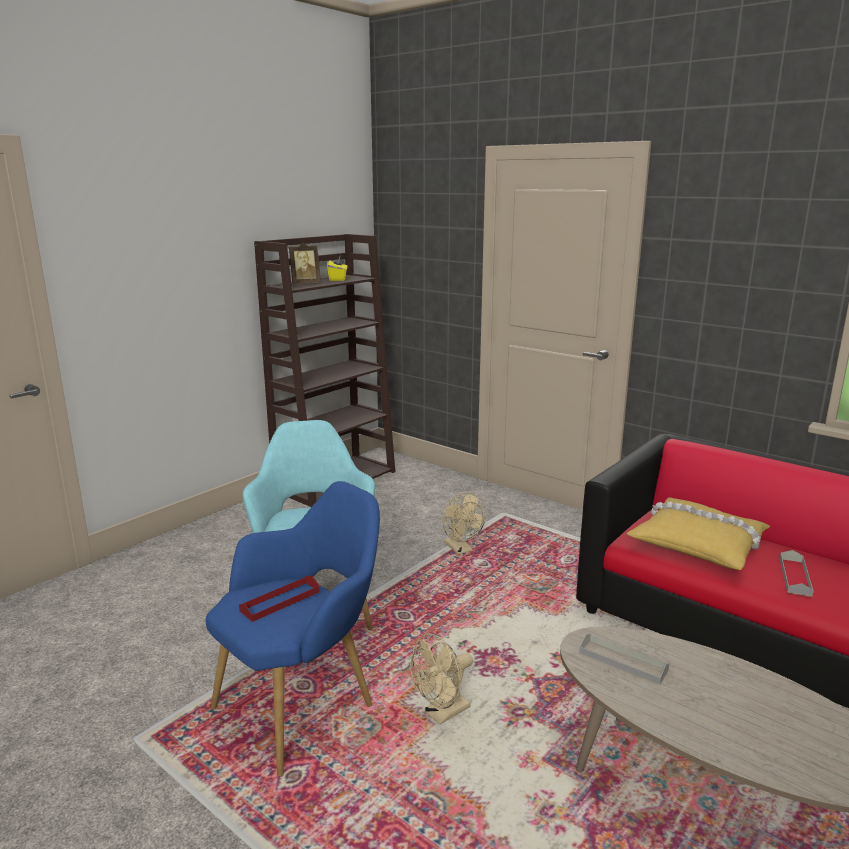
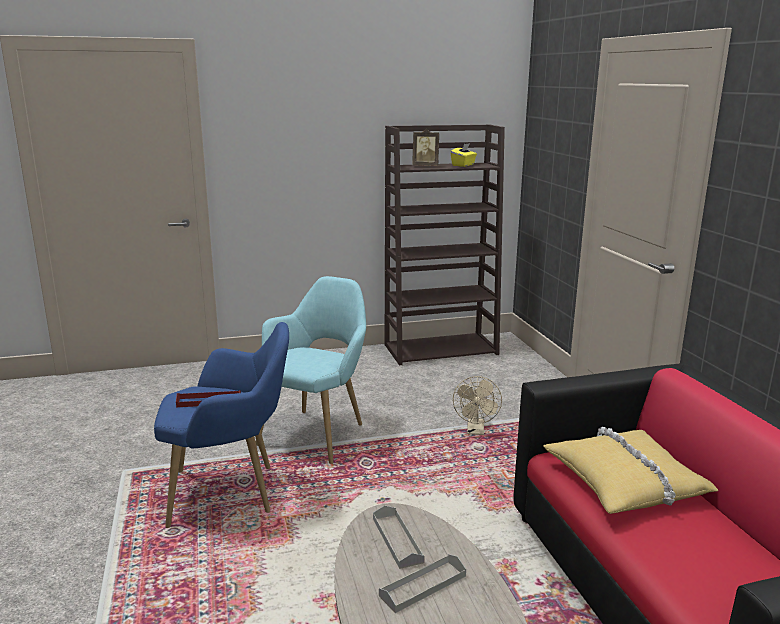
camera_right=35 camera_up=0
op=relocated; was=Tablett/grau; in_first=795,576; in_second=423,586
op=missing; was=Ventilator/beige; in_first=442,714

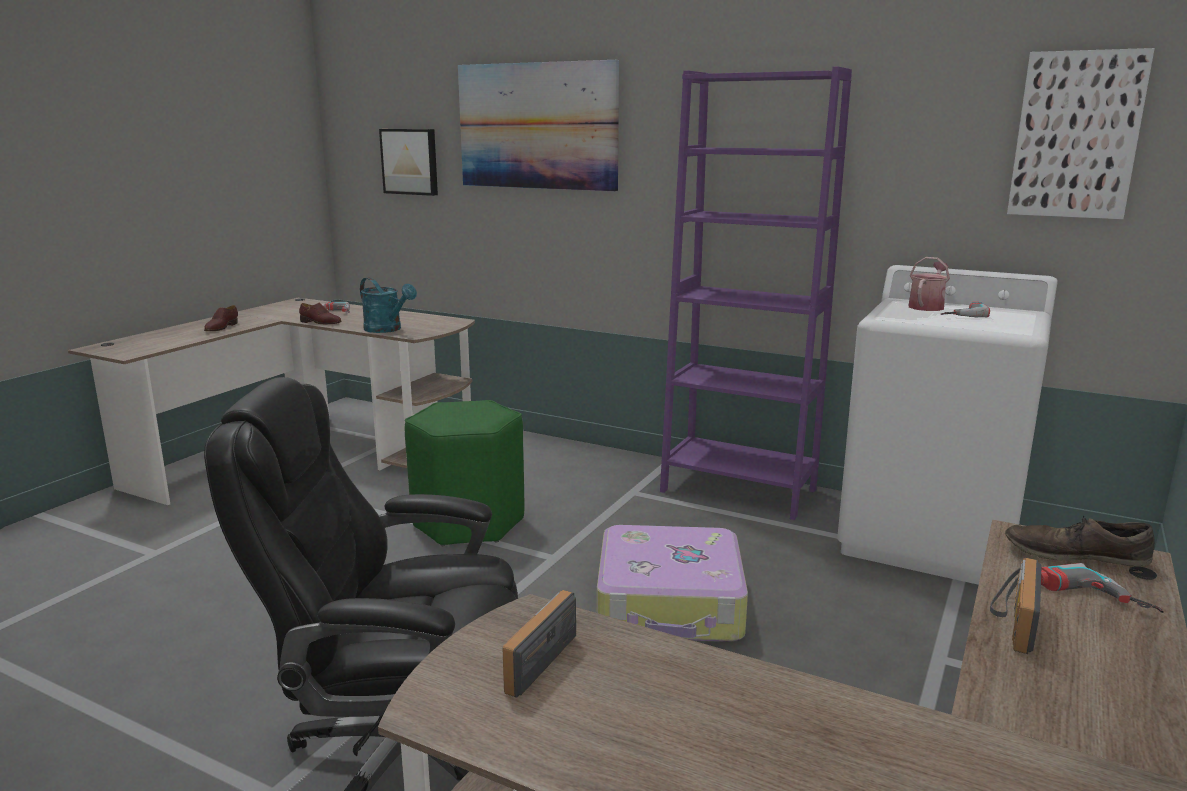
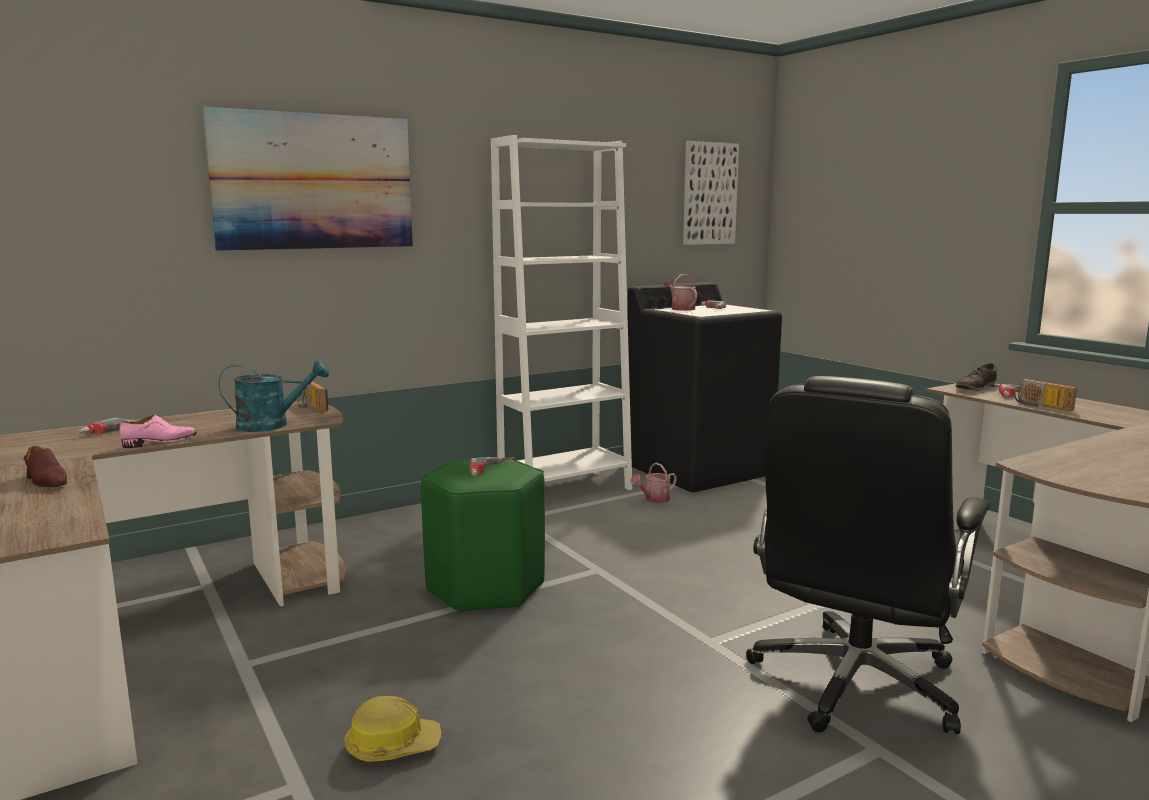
camera_right=-60 camera_up=-5
op=colour; was=Bücherregal/lila; now=Bücherregal/weiß; in_first=738,490; in_second=565,490
op=missing; was=Bild; in_first=410,161
op=colour; was=Waschmaschine/weiß; now=Waschmaschine/schwarz; in_first=930,539; in_second=698,469
op=colour; was=Schuh/braun; now=Schuh/rosa; in_first=320,323; in_second=160,442
op=missing; was=Koffer; in_first=671,605
op=relocated; was=Radio; in_first=533,658; in_second=310,407
op=appeared; now=Bohrmaschine; in_second=493,470
op=appeared; now=Gießkanne; in_second=654,499
op=appeared; now=Schutzhelm; in_second=392,746

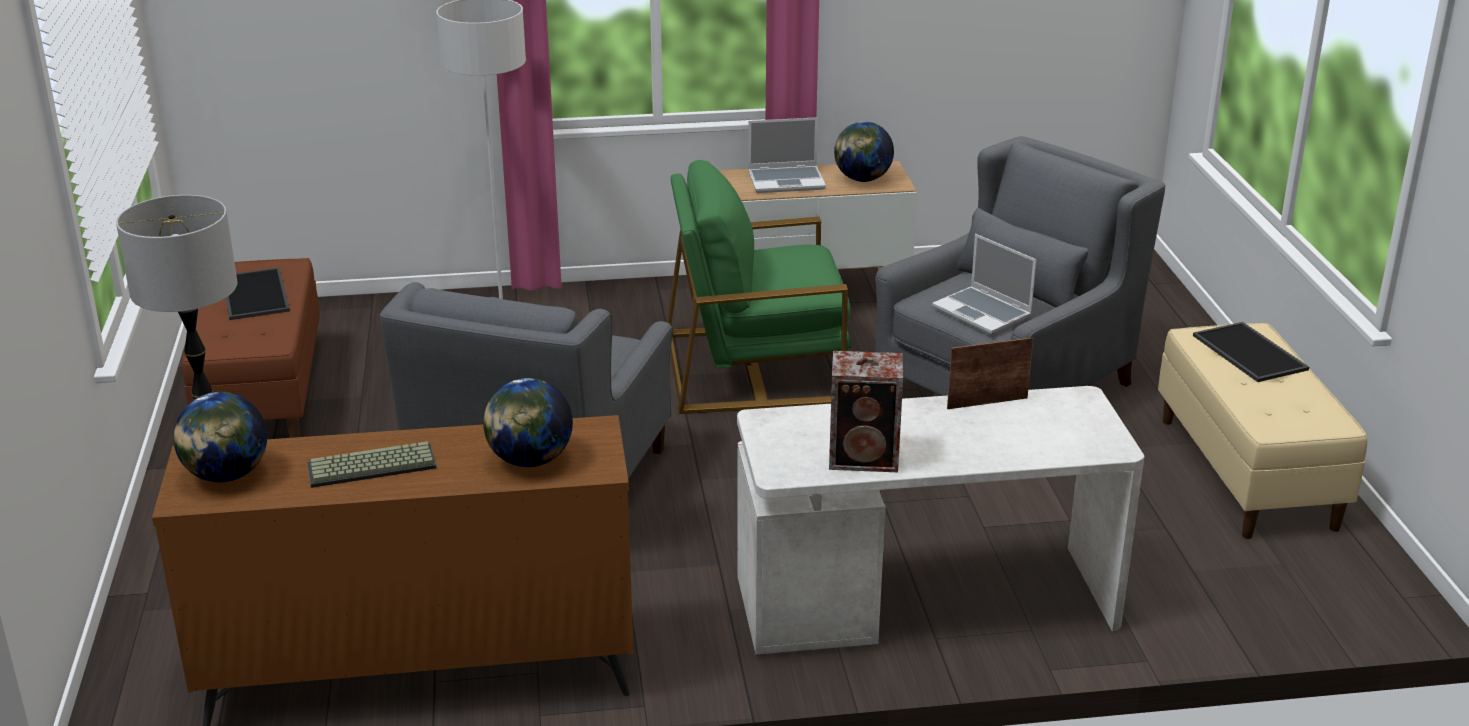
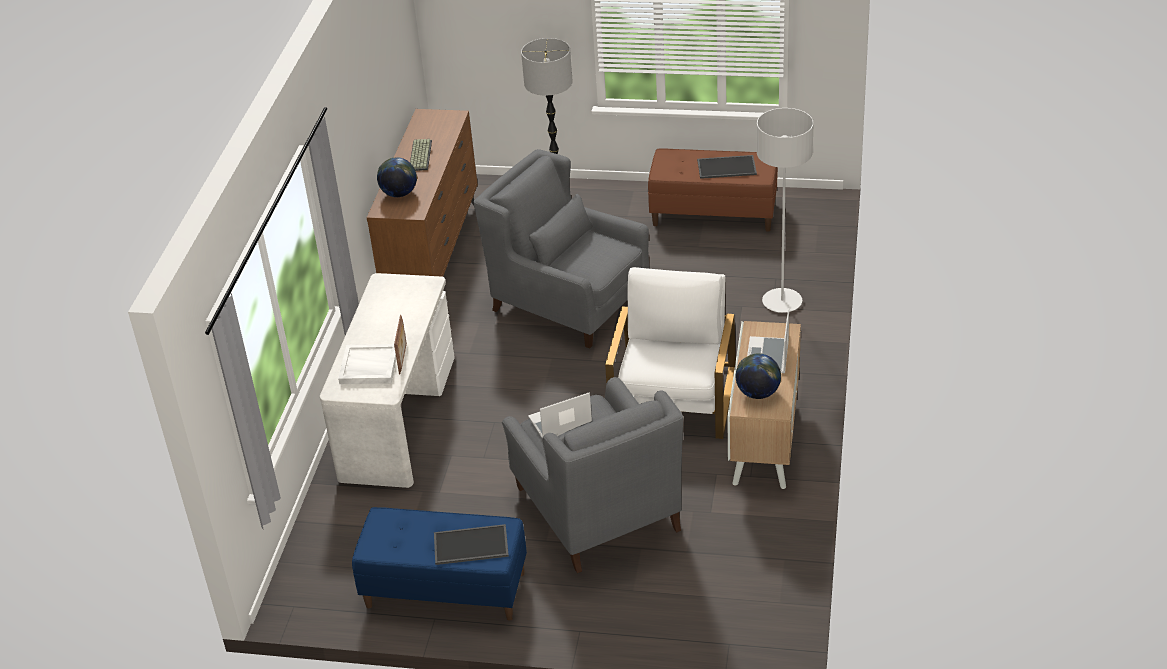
camera_right=110 camera_up=10
op=colour; was=Sessel/grün; now=Sessel/weiß; in_first=754,366; in_second=674,399
op=colour; was=Bank/beige; now=Bank/blau; in_first=1248,473; in_second=444,590
op=missing; was=Lautsprecher; in_first=866,458
op=missing; was=Globus; in_first=226,476
op=appeared; now=Tablett/weiß; in_second=368,367

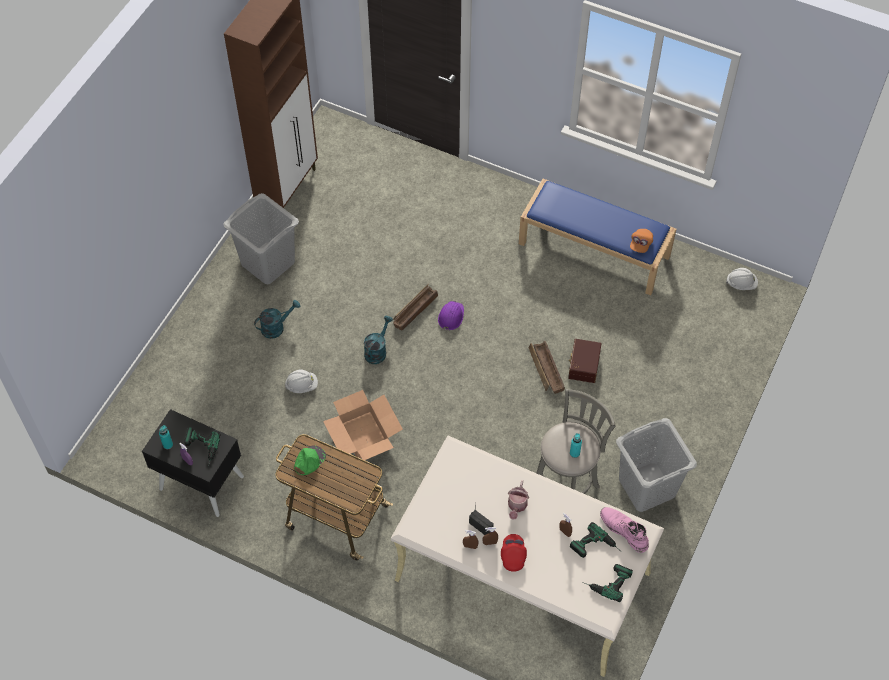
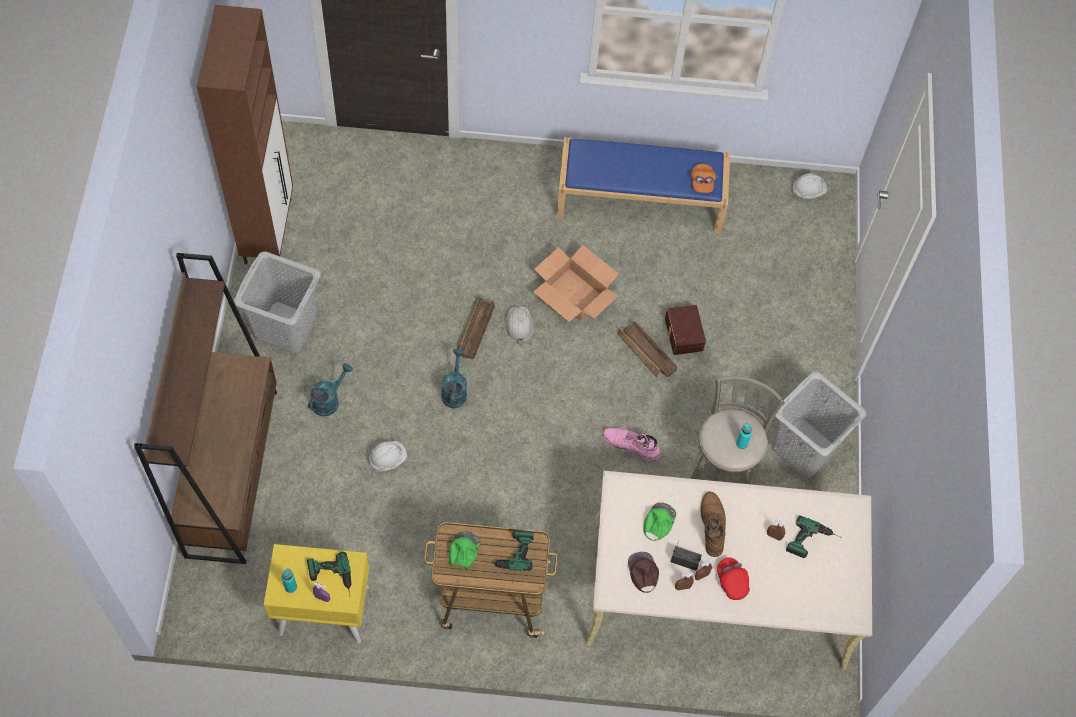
camera_right=-25 camera_up=5
op=colour; was=Schutzhelm/lila; now=Schutzhelm/weiß; in_first=451,316; in_second=518,325
op=relocated; was=Karton; in_first=364,435; in_second=574,294
op=colour; was=Nachttisch/schwarz; now=Nachttisch/gelb; in_first=201,482; in_second=323,610
op=exchanged; was=Gießkanne; now=Stiefel/braun; in_first=517,506; in_second=712,525
op=relocated; was=Stiefel/rosa; in_first=624,530; in_second=631,445
op=relocated; was=Bohrmaschine; in_first=606,580; in_second=509,552
op=appeared; now=Bücherregal/braun; in_second=232,472
op=appeared; now=Kappe/grün; in_second=658,522
op=appeared; now=Kappe/braun; in_second=643,572

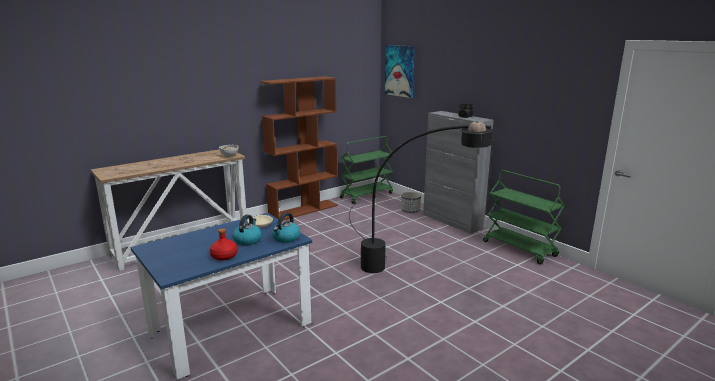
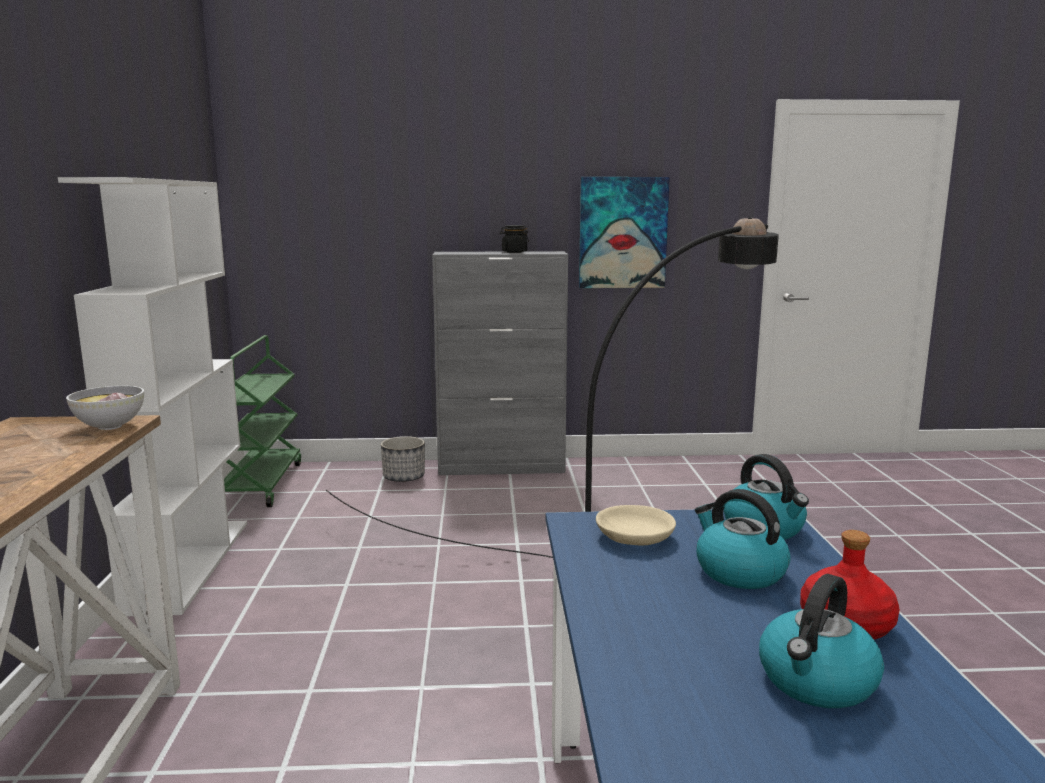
camera_right=-55 camera_up=-5
op=relocated; was=Bild; in_first=400,71; in_second=622,233
op=colour; was=Bücherregal/braun; now=Bücherregal/weiß; in_first=304,210; in_second=189,564
op=missing; was=Rollwagen/grün; in_first=520,249
op=appeared; now=Wasserkessel; in_second=817,682

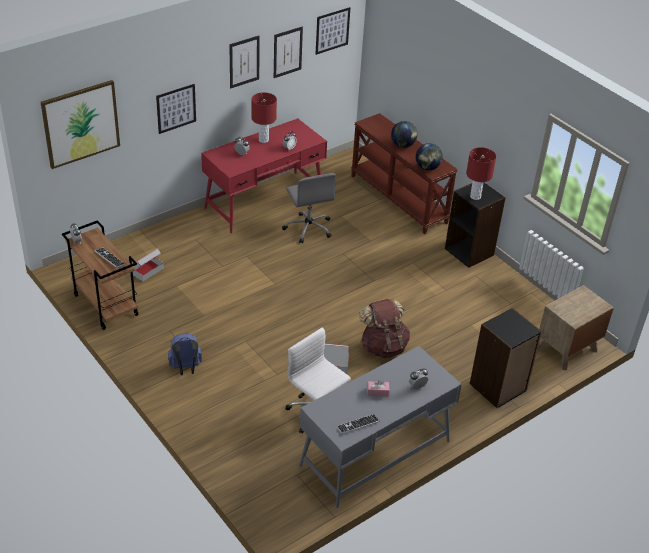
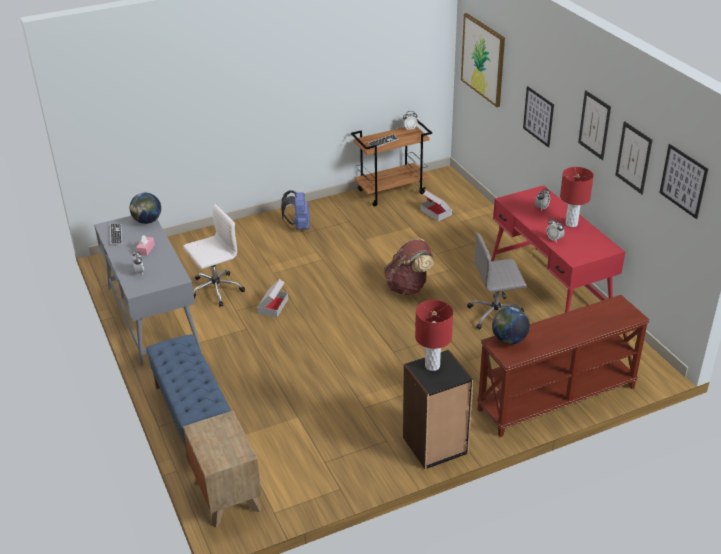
camera_right=105 camera_up=-5
op=relocated; was=Globus; in_first=403,145; in_second=147,221
op=relocated; was=Rucksack/braun; in_first=383,346; in_second=408,287
op=exchanged; was=Bücherregal/schwarz; now=Bank/blau; in_first=498,387; in_second=192,417

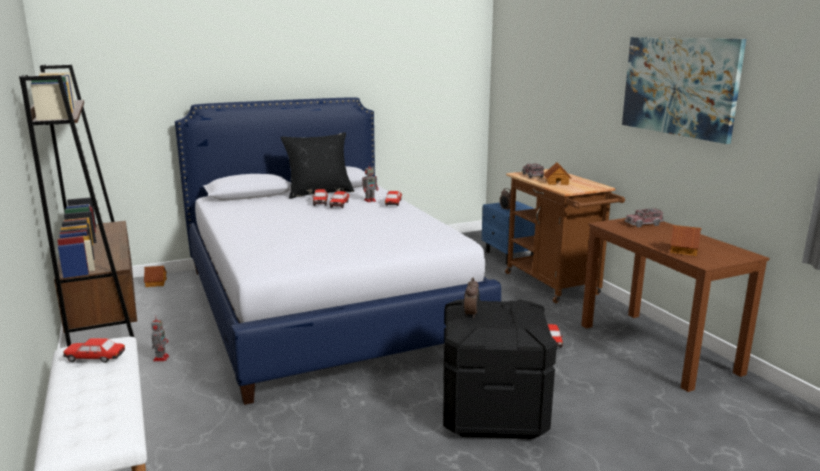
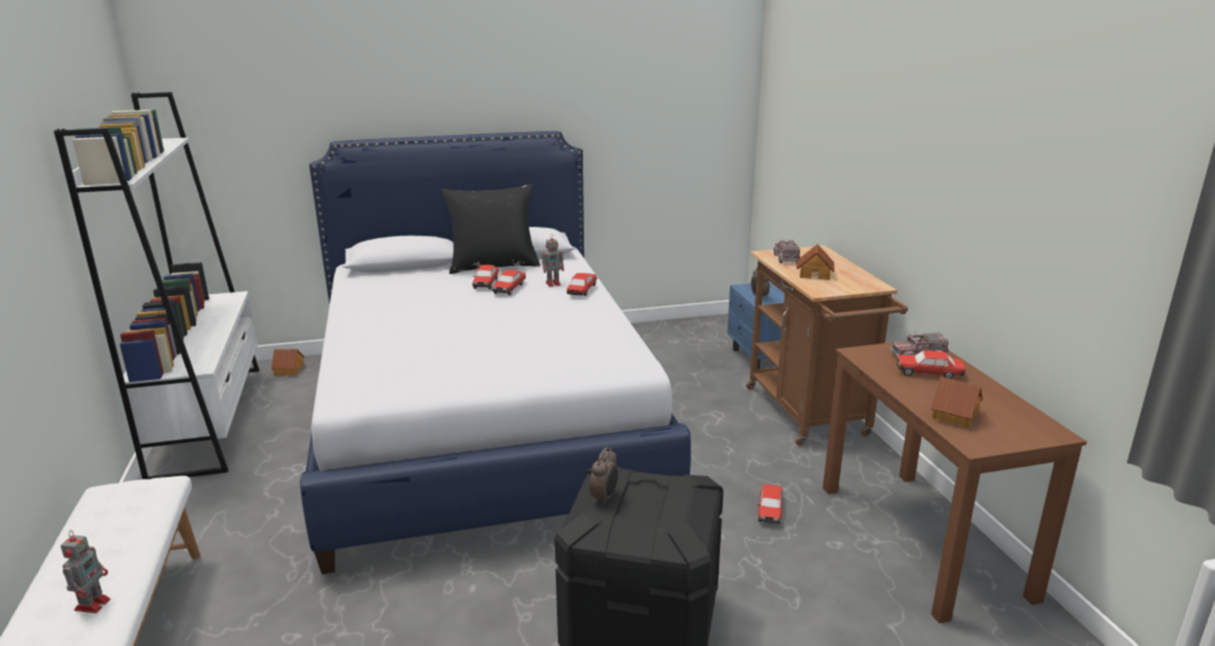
camera_right=10 camera_up=5
op=missing; was=Bild; in_first=679,86
op=colour; was=Bücherregal/braun; now=Bücherregal/weiß; in_first=105,317; in_second=209,419
op=relocated; was=Spielzeugroboter; in_first=161,358; in_second=93,603
op=relocated; was=Spielzeugauto; in_first=95,358; in_second=929,373

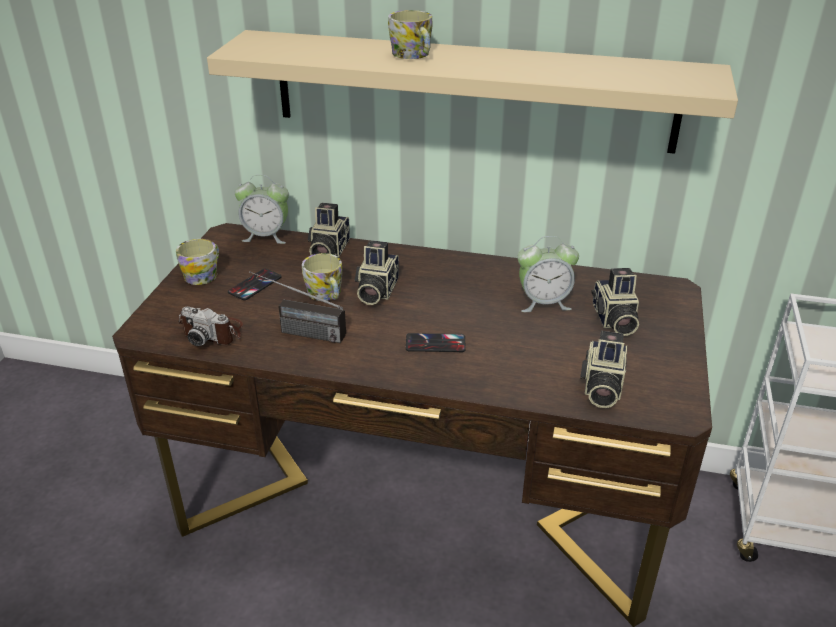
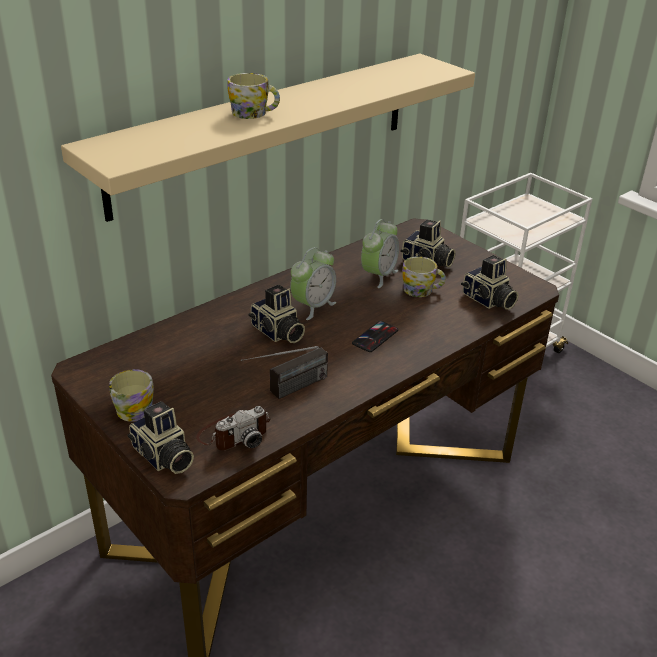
camera_right=-55 camera_up=0
op=relocated; was=Wecker; in_first=266,236; in_second=313,306
op=relocated; was=Kamera; in_first=327,250; in_second=163,457
op=relocated; was=Henkelbecher; in_first=326,295; in_second=422,290
op=missing; was=Handy; in_first=255,285

